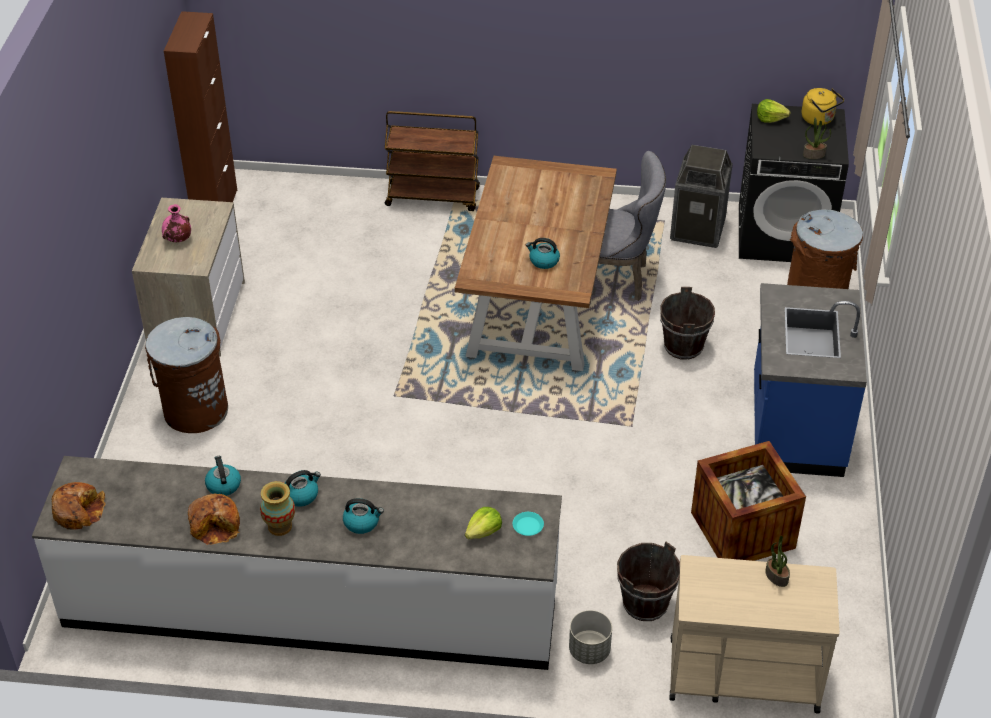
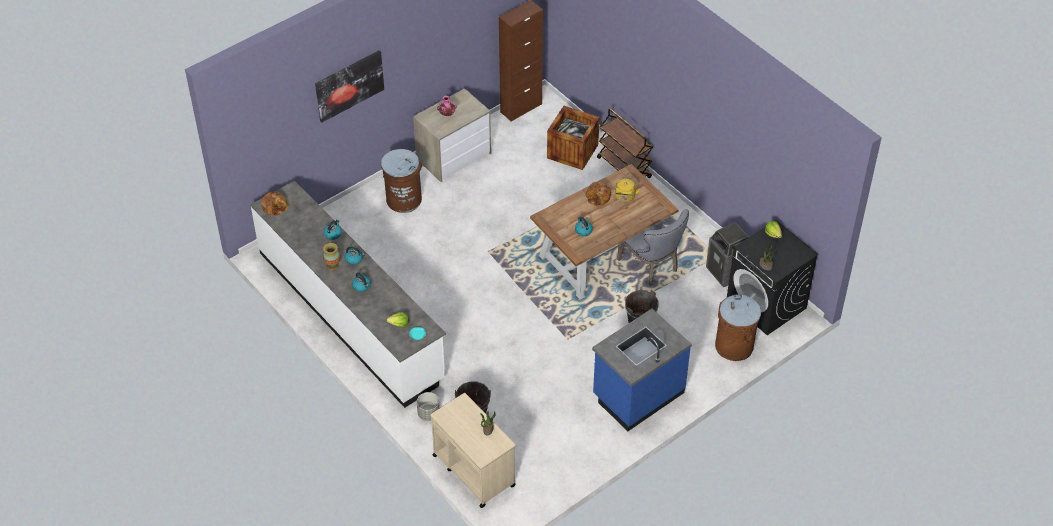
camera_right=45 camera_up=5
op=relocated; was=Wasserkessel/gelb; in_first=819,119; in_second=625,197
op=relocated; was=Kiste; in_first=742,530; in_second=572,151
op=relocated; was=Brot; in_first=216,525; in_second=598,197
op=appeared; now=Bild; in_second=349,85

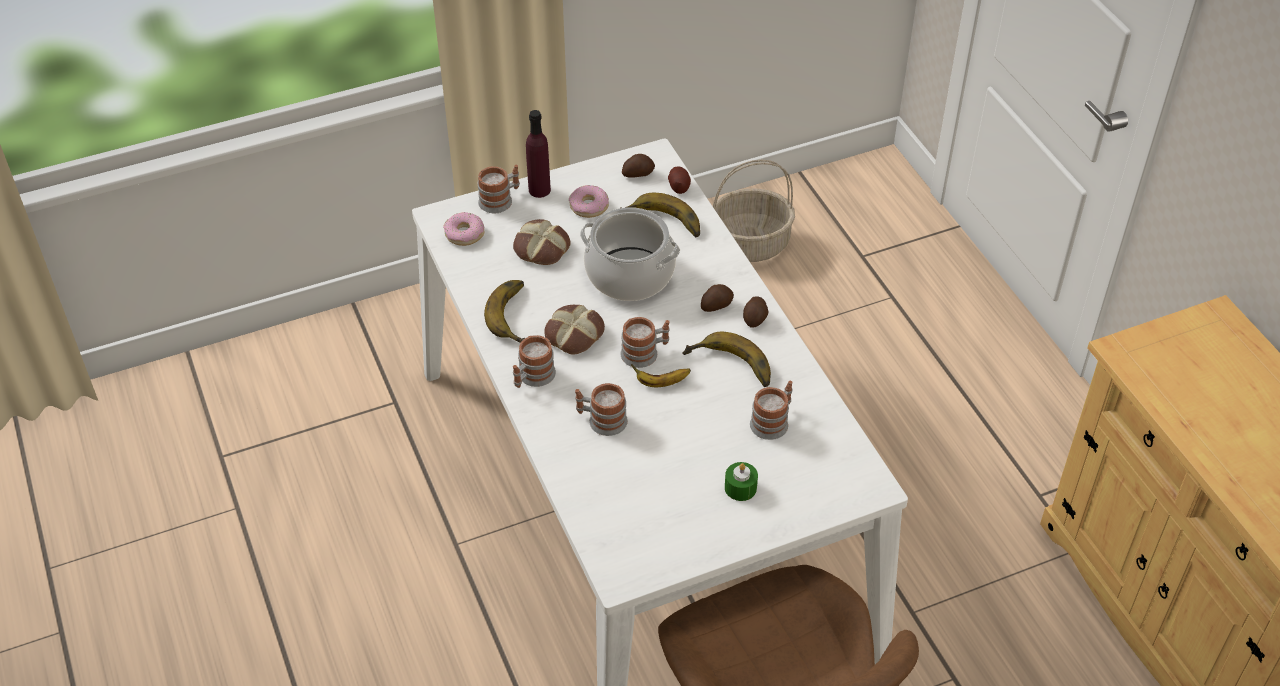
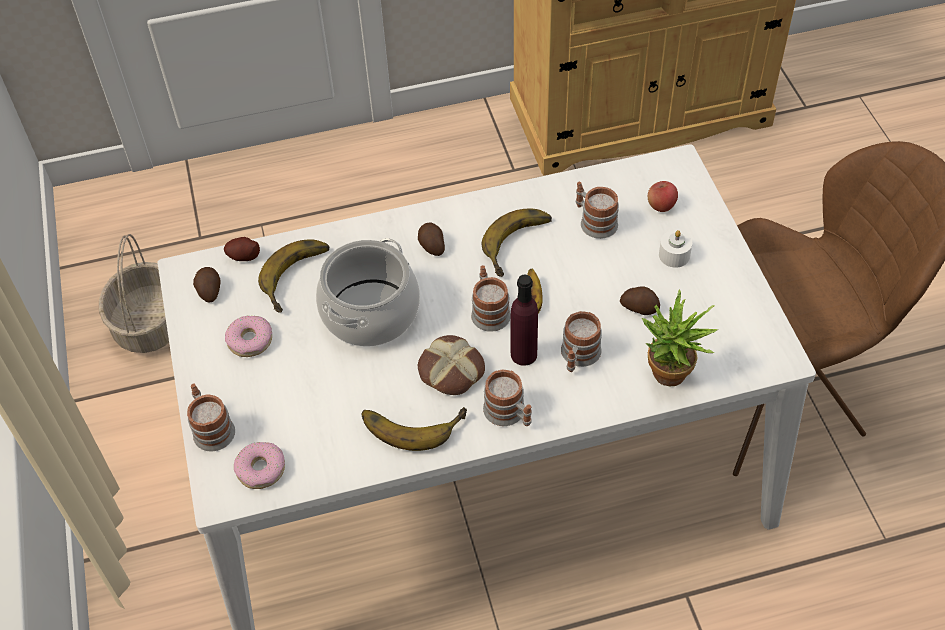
camera_right=-80 camera_up=5
op=relocated; was=Flasche/lila; in_first=539,190; in_second=523,354
op=missing; was=Brot; in_first=541,249
op=relocated; was=Kartoffel; in_first=755,318; in_second=639,307
op=colour; was=Kerze/grün; now=Kerze/weiß; in_first=740,488; in_second=674,255
op=appeared; now=Apfel; in_second=661,206
op=appeared; now=Topfpflanze; in_second=669,379

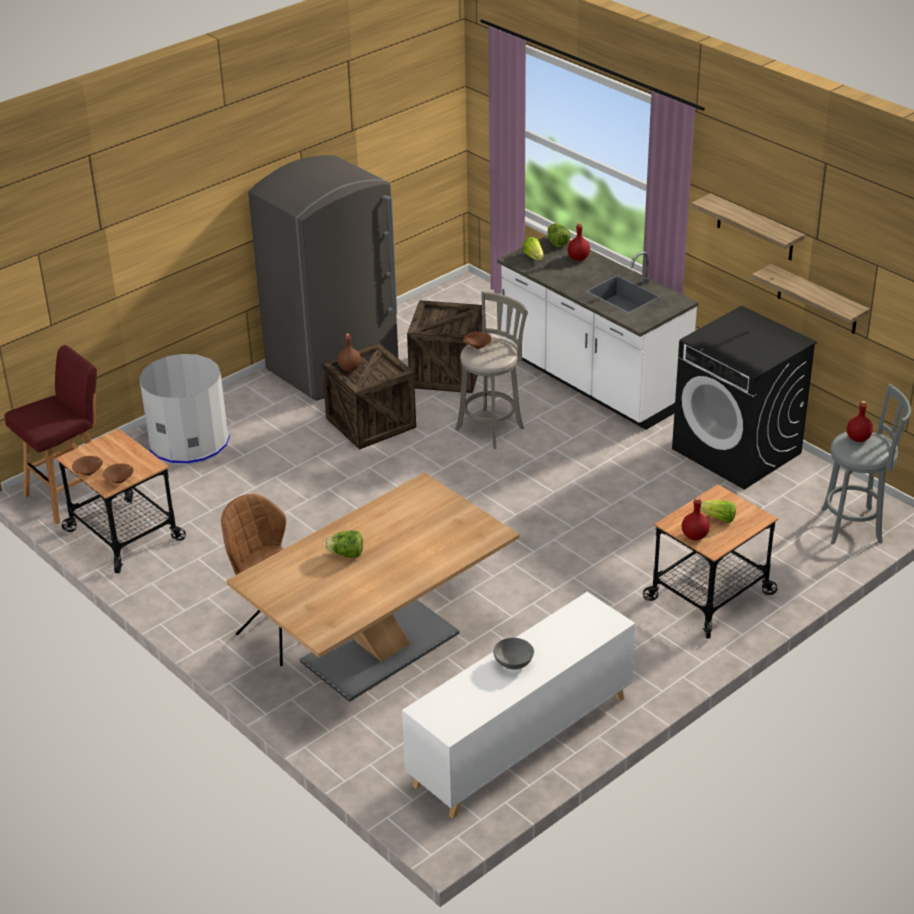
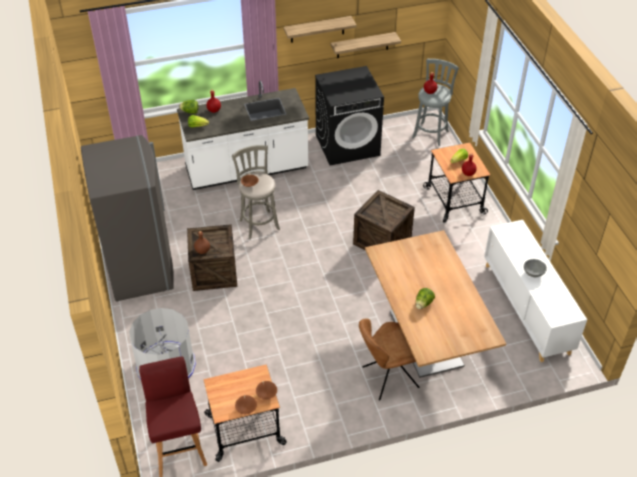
camera_right=-65 camera_up=10
op=relocated; was=Kiste; in_first=446,373; in_second=382,240

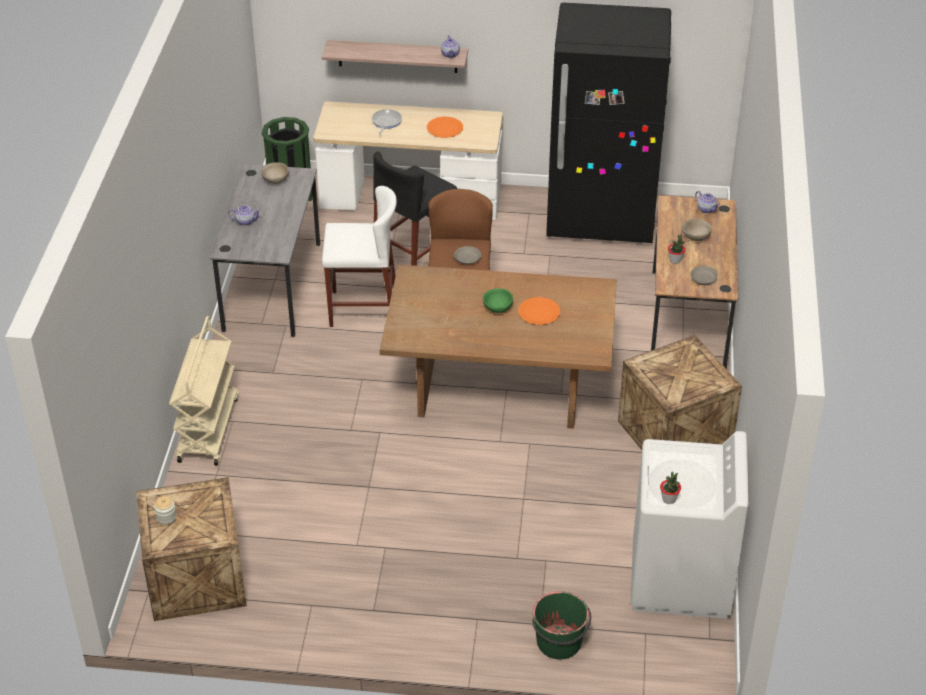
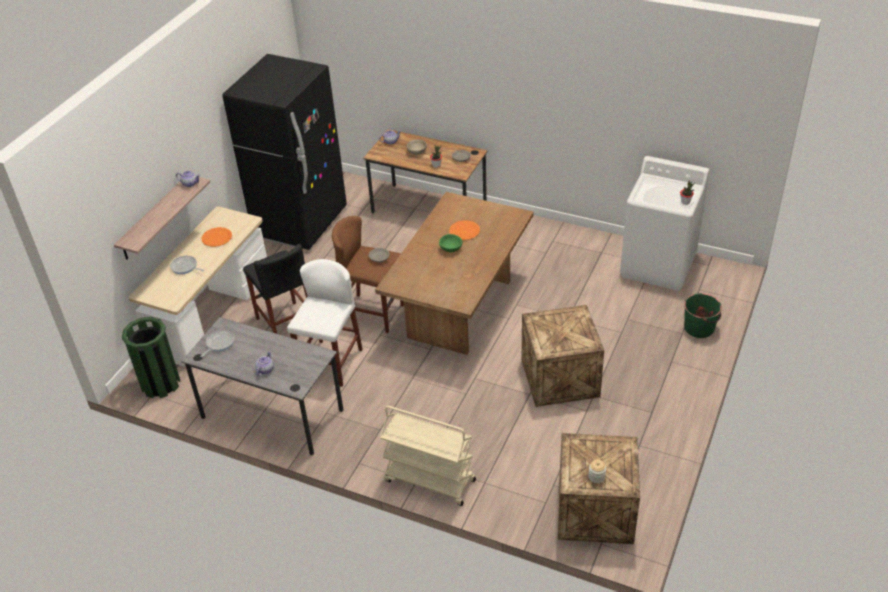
camera_right=-70 camera_up=0
op=exchanged; was=Schüssel/beige; now=Pfanne; in_first=275,180; in_second=219,343
op=relocated; was=Kiste; in_first=672,433; in_second=559,379

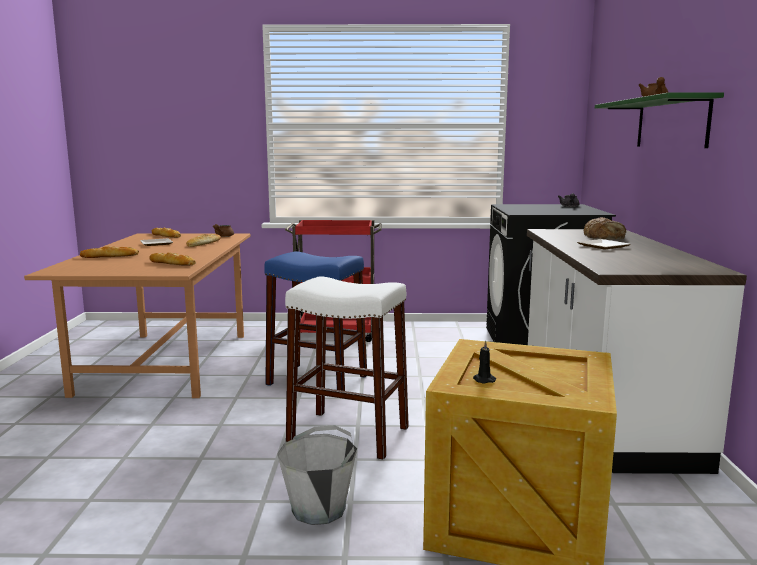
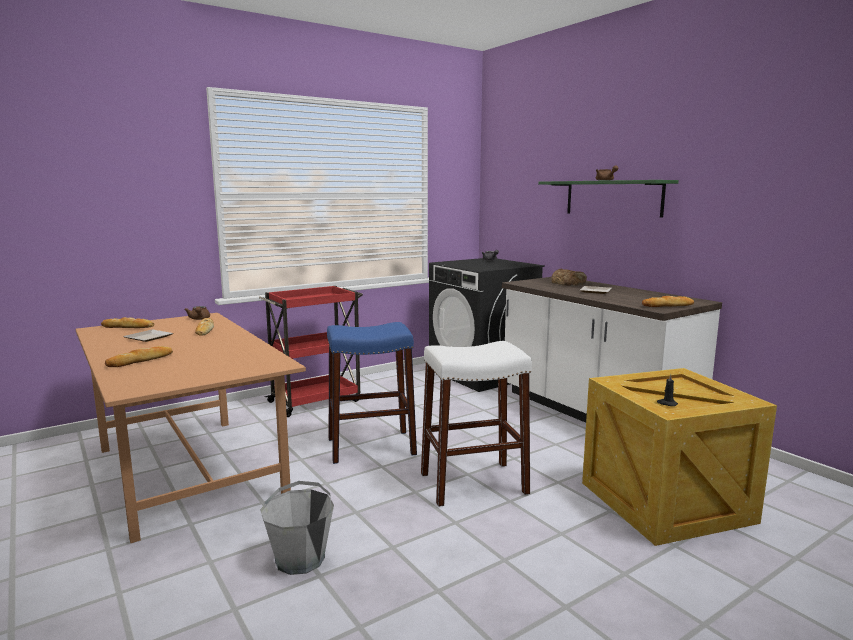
camera_right=-35 camera_up=0
op=relocated; was=Brot; in_first=172,263; in_second=668,306
op=relocated; was=Eimer/grau; in_first=319,509; in_second=300,559

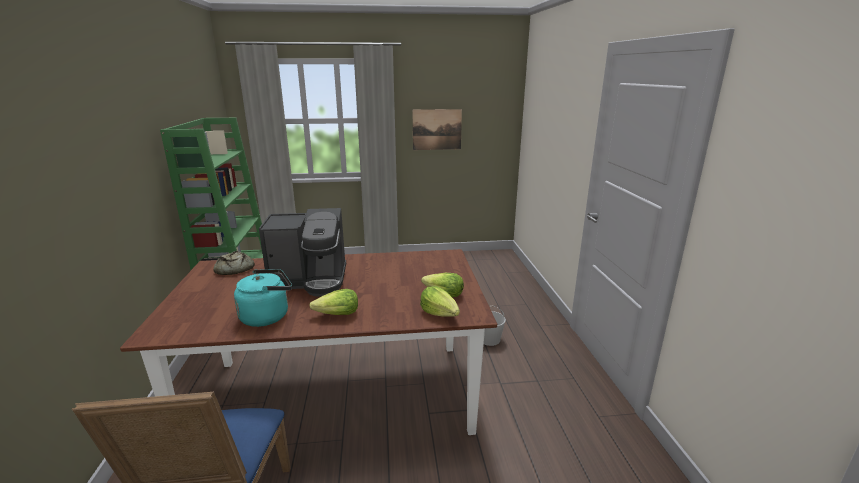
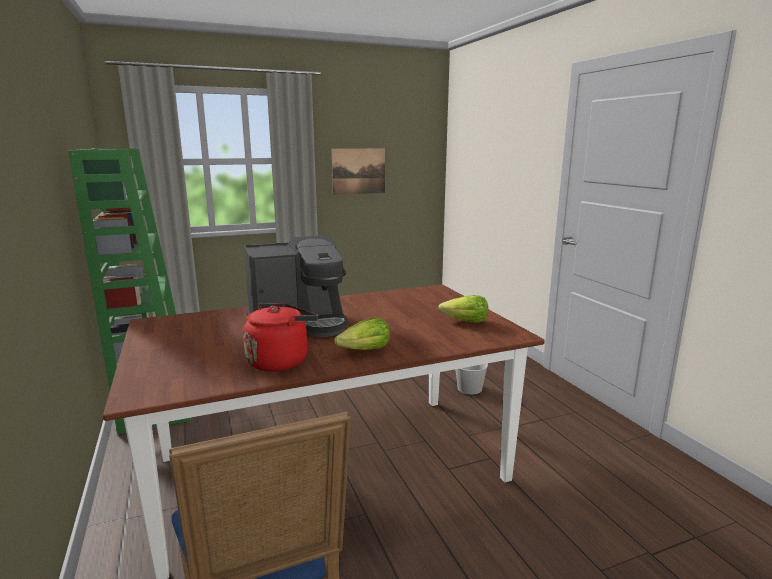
camera_right=-15 camera_up=-5
op=missing; was=Brot; in_first=233,269
op=colour; was=Wasserkessel/türkis; now=Wasserkessel/rot; in_first=268,316; in_second=280,361
op=missing; was=Salatkopf; in_first=440,313

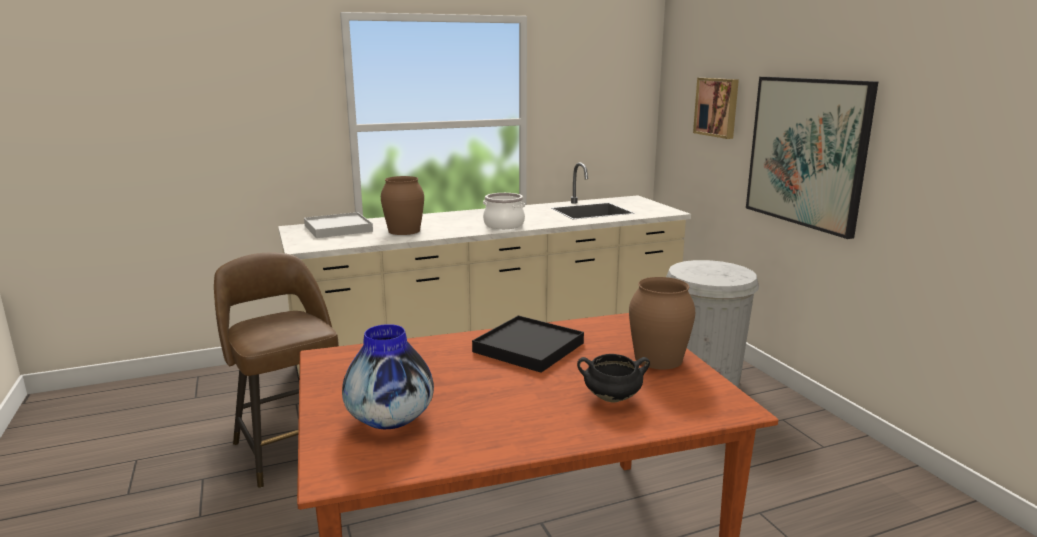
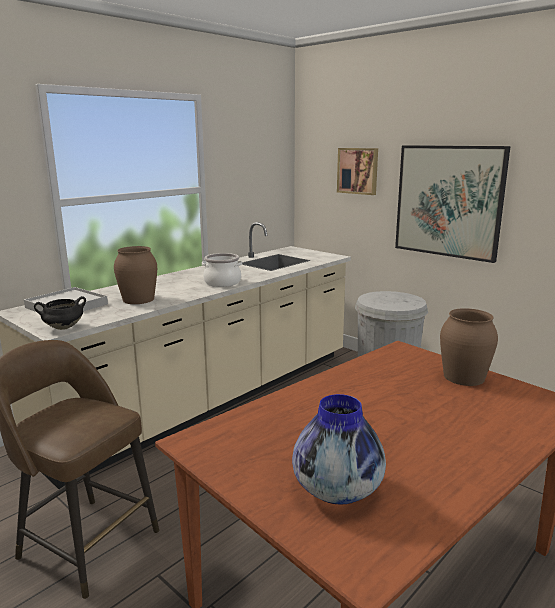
camera_right=-25 camera_up=0
op=missing; was=Tablett/schwarz; in_first=529,347
op=relocated; was=Kochtopf/schwarz; in_first=611,398; in_second=63,328

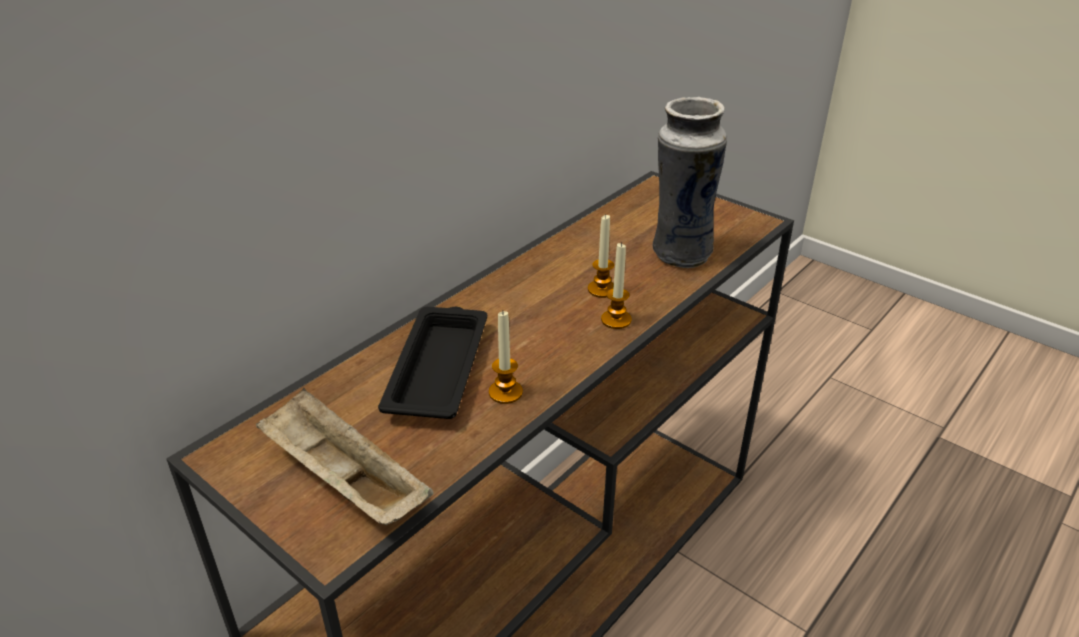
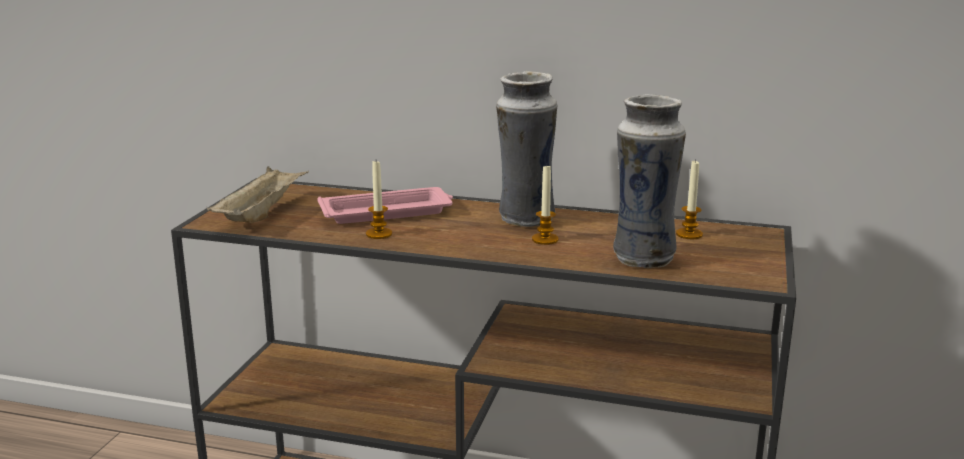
camera_right=65 camera_up=-15
op=relocated; was=Kerze; in_first=616,320; in_second=689,234
op=colour; was=Tablett/schwarz; now=Tablett/rosa; in_first=438,368; in_second=388,212
op=appeared; now=Vase; in_second=525,220

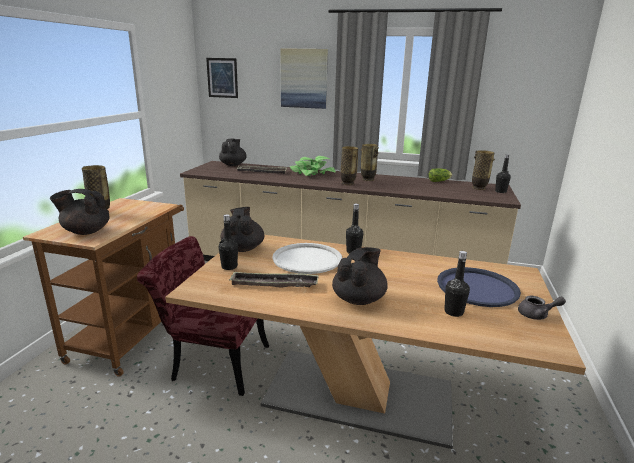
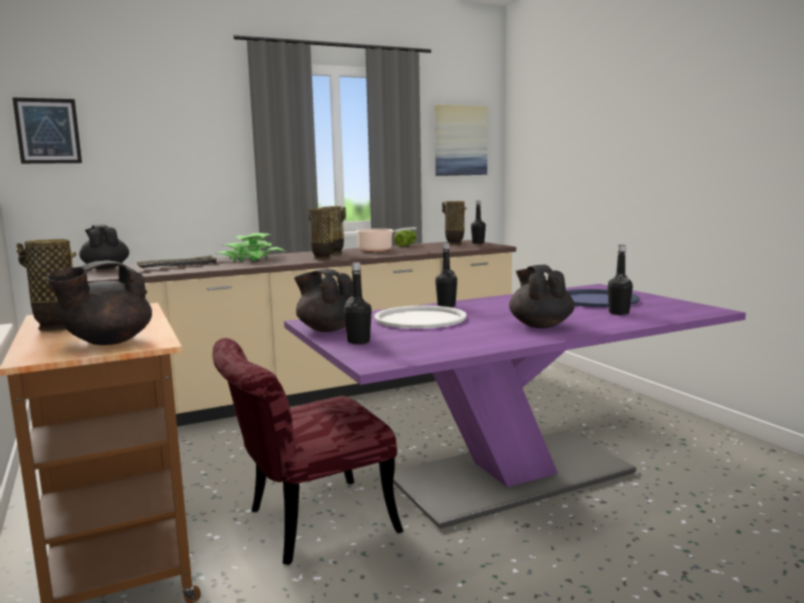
camera_right=-40 camera_up=-10
op=relocated; was=Bild; in_first=304,78; in_second=460,140
op=colour; was=Esstisch/beige; now=Esstisch/lila; in_first=359,395; in_second=511,476
op=missing; was=Tablett; in_first=274,284
op=missing; was=Teekanne/grau; in_first=537,315
op=appeared; now=Kochtopf; in_second=377,250

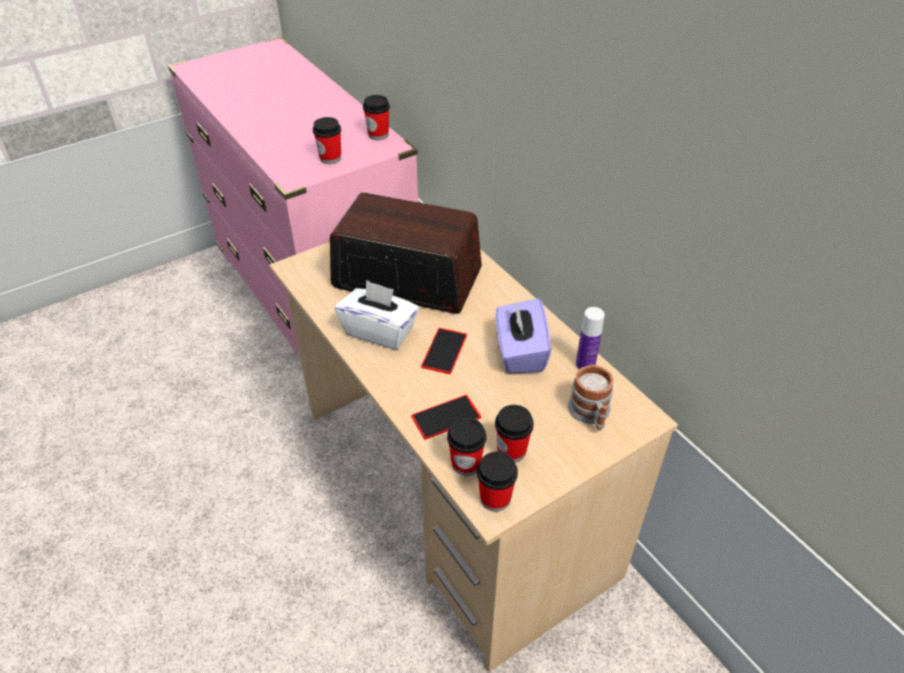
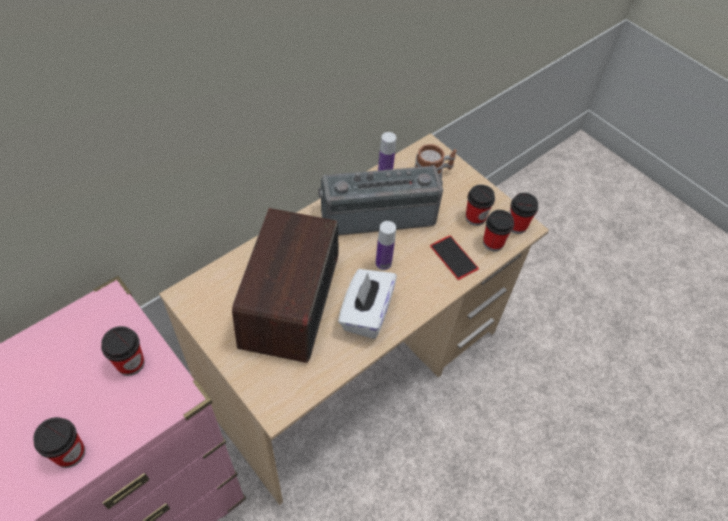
camera_right=-100 camera_up=10
op=relocated; was=Tasse; in_first=378,135; in_second=70,453
op=exchanged; was=Taschentuchbox/lila; now=Radio; in_first=520,352; in_second=377,214
op=exchanged; was=Handy; now=Flasche; in_first=444,351; in_second=383,263

